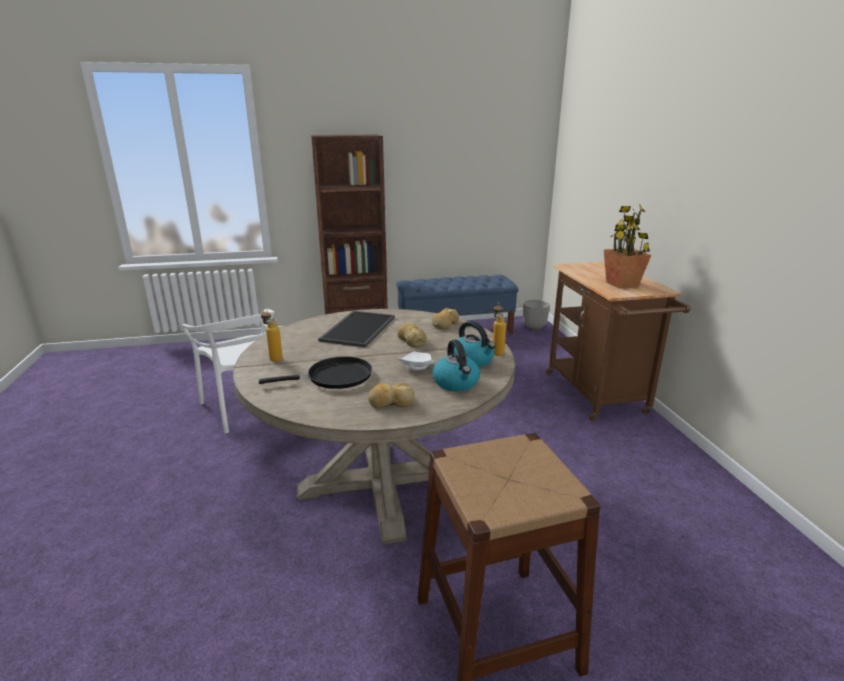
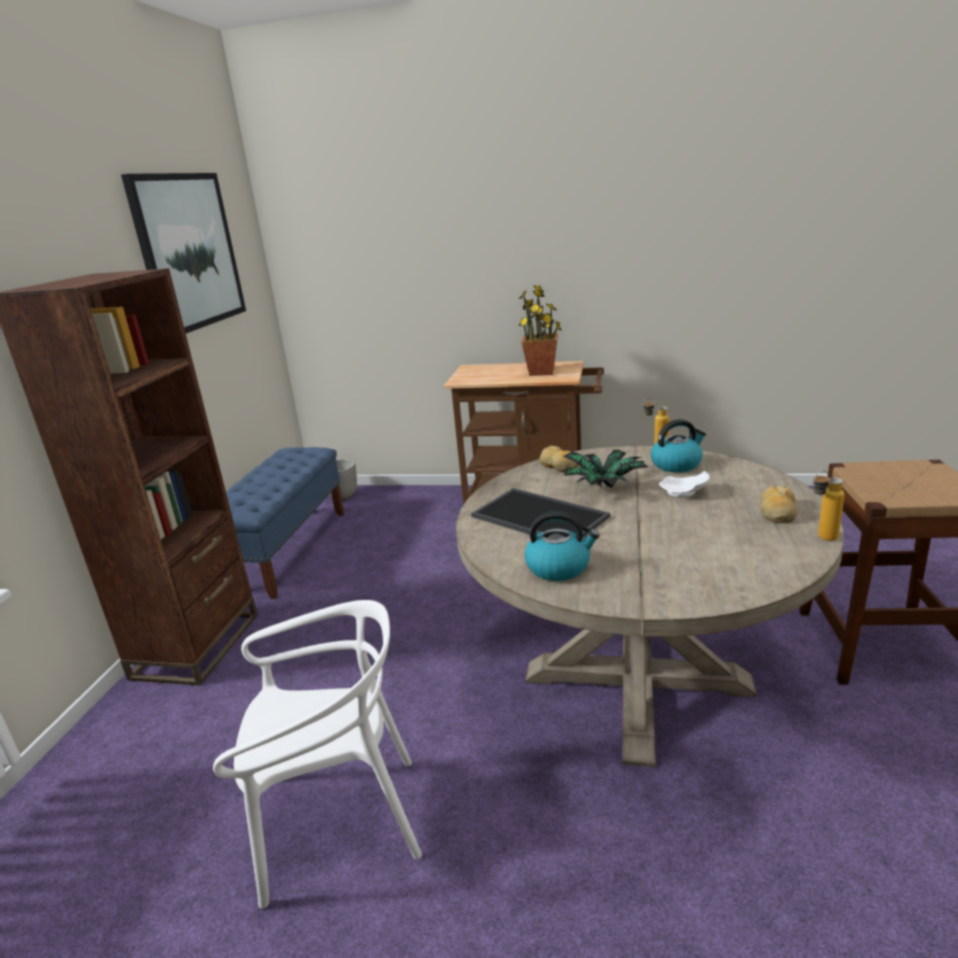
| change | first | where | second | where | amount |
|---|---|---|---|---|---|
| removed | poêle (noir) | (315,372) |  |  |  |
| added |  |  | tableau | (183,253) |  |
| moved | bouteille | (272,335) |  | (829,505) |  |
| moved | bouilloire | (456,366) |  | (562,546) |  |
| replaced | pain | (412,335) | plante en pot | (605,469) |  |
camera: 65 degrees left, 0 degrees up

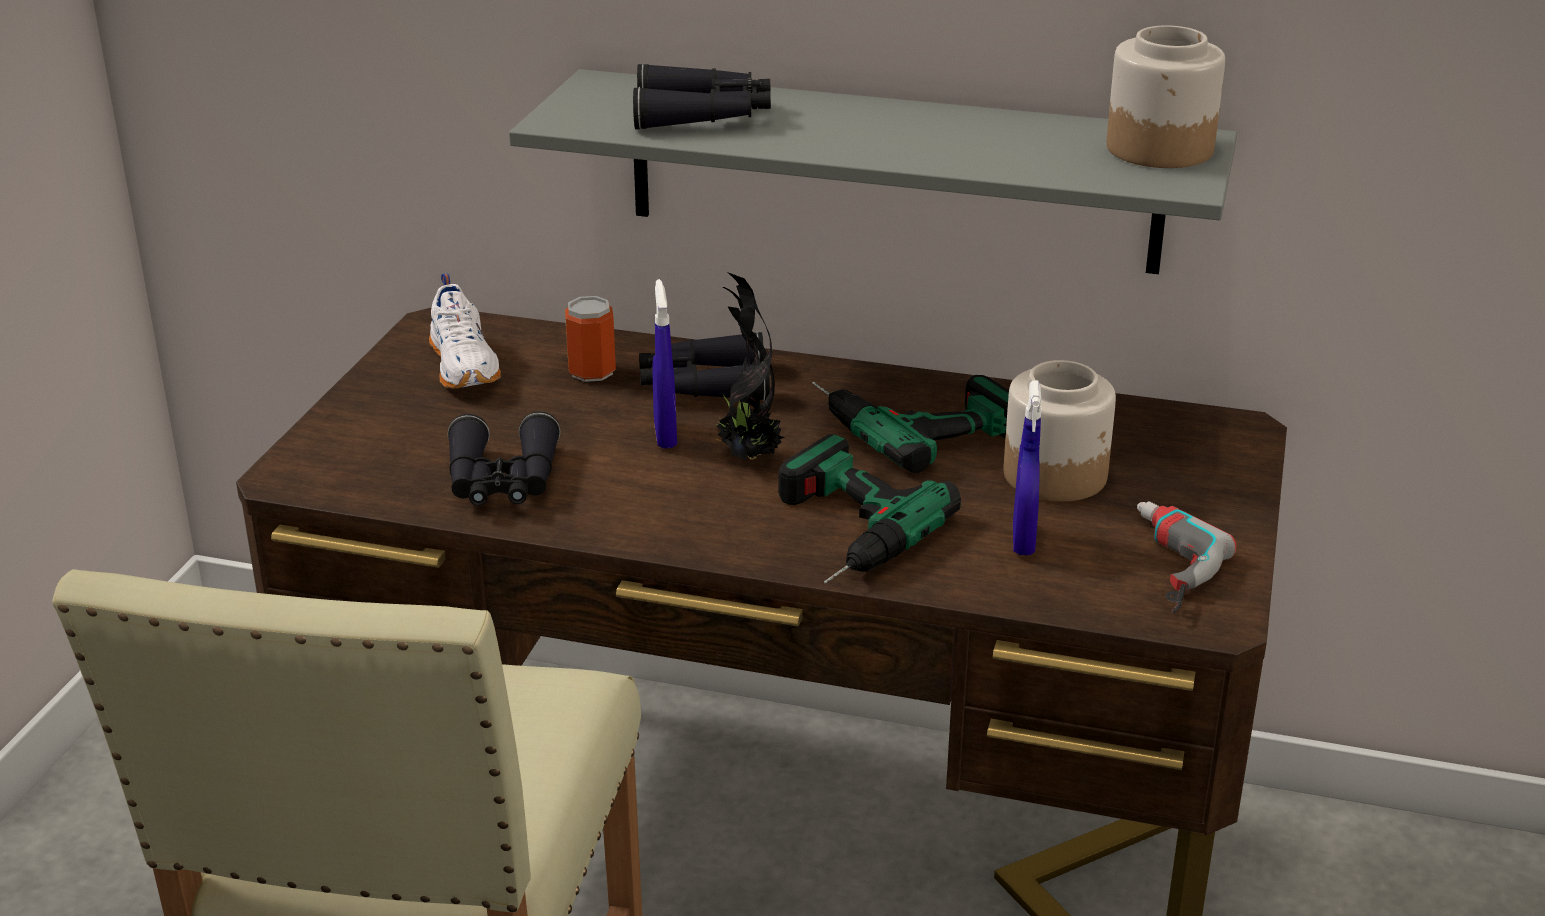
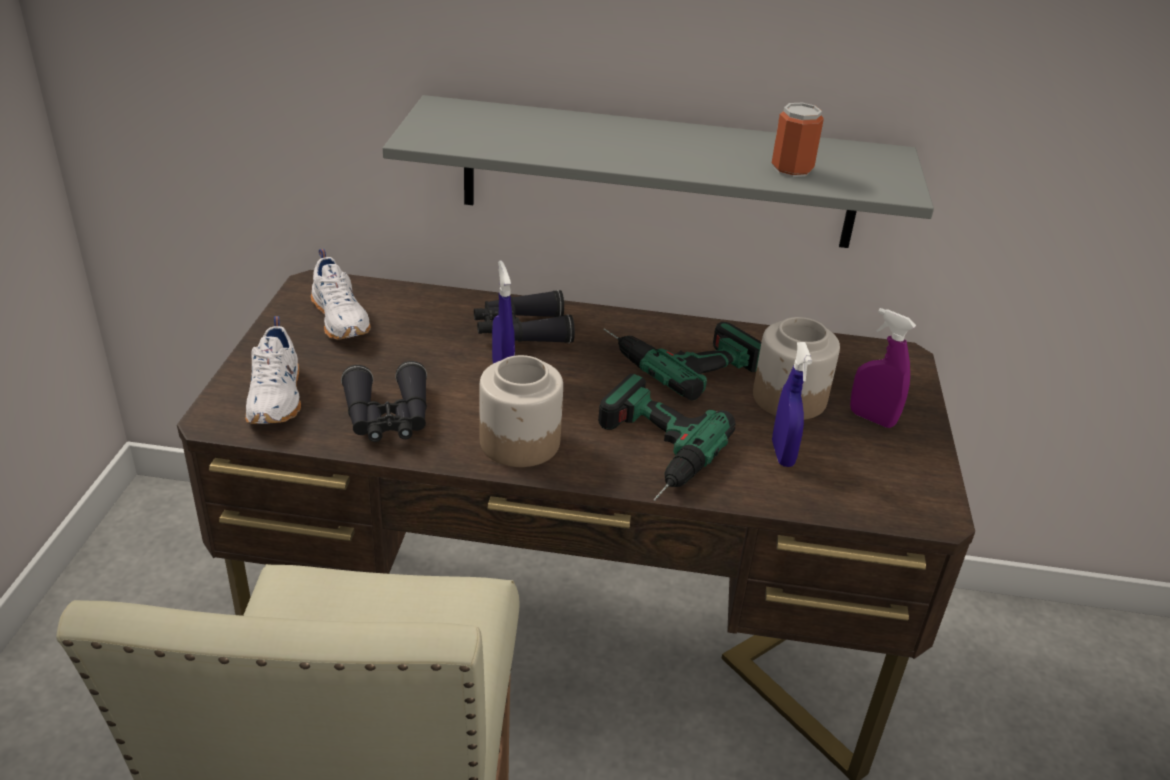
| change | first | where | second | where | amount |
|---|---|---|---|---|---|
| removed | jumelles (noir) | (702,96) |  |  |  |
| removed | plante en pot | (747,366) |  |  |  |
| removed | perceuse | (1186,557) |  |  |  |
| added |  |  | chaussure (blanc) | (273,370) |  |
| added |  |  | vaporisateur (violet) | (883,368) |  |
| moved | boîte métallique | (590,339) |  | (798,140) |  |
| moved | bocal | (1166,96) |  | (521,411) |  |
camera: 10 degrees left, 5 degrees up

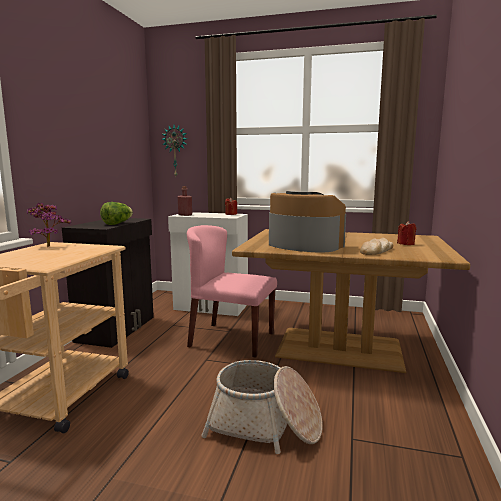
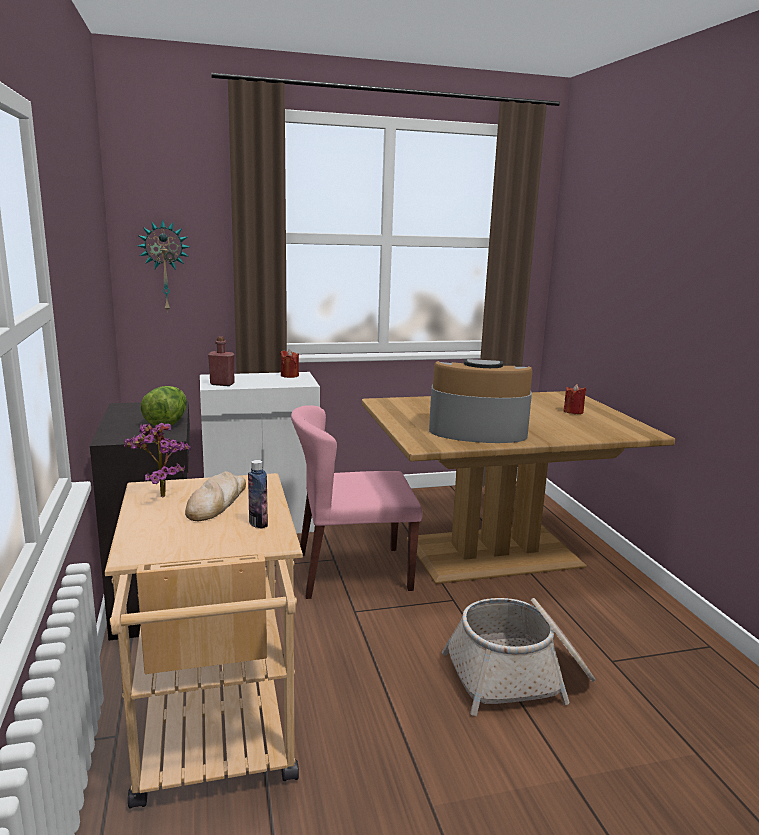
| change | first | where | second | where | amount |
|---|---|---|---|---|---|
| added |  |  | bouteille | (258,494) |  |
| moved | pain | (376,246) |  | (215,496) |  |
camera: 30 degrees left, 5 degrees up

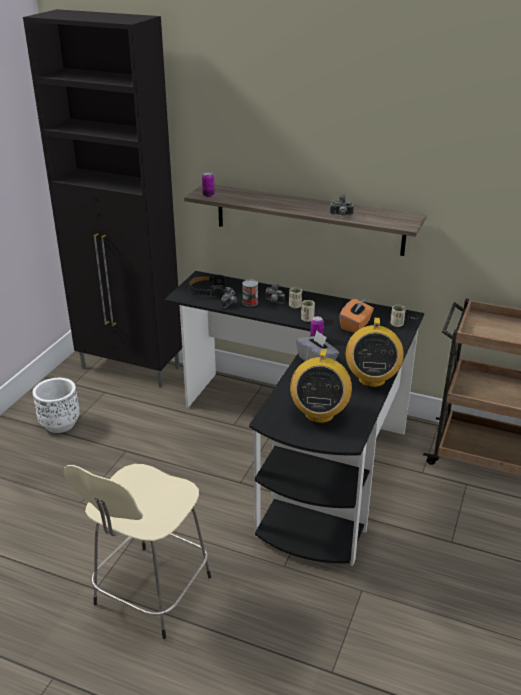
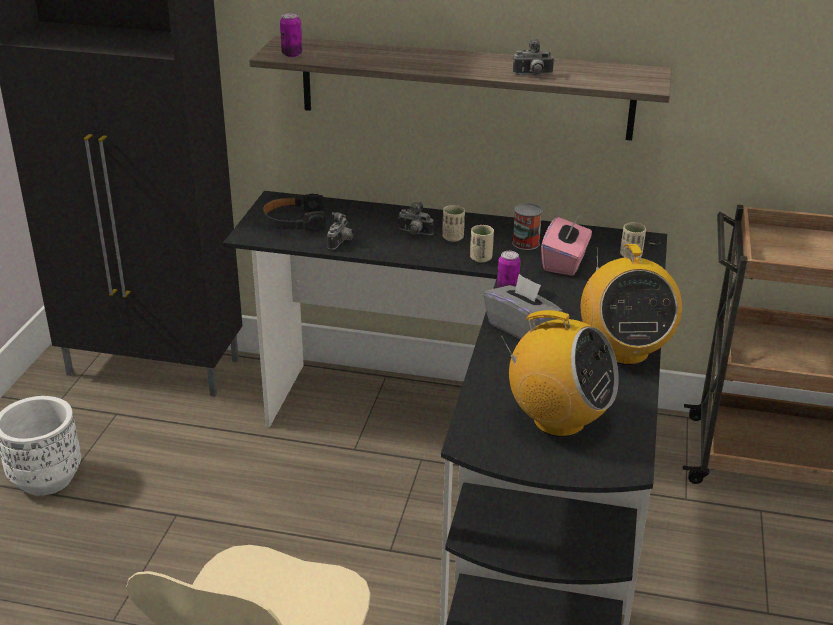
| change | first | where | second | where | amount |
|---|---|---|---|---|---|
| moved | boîte métallique | (250,293) |  | (527,226) |  |
| recoloured | boîte à mouchoirs (orange) | (356,316) | boîte à mouchoirs (rose) | (566,246) |  |
| turned | radio | (321,386) |  | (559,373) | 60 degrees counterclockwise |
camera: 10 degrees left, 0 degrees up

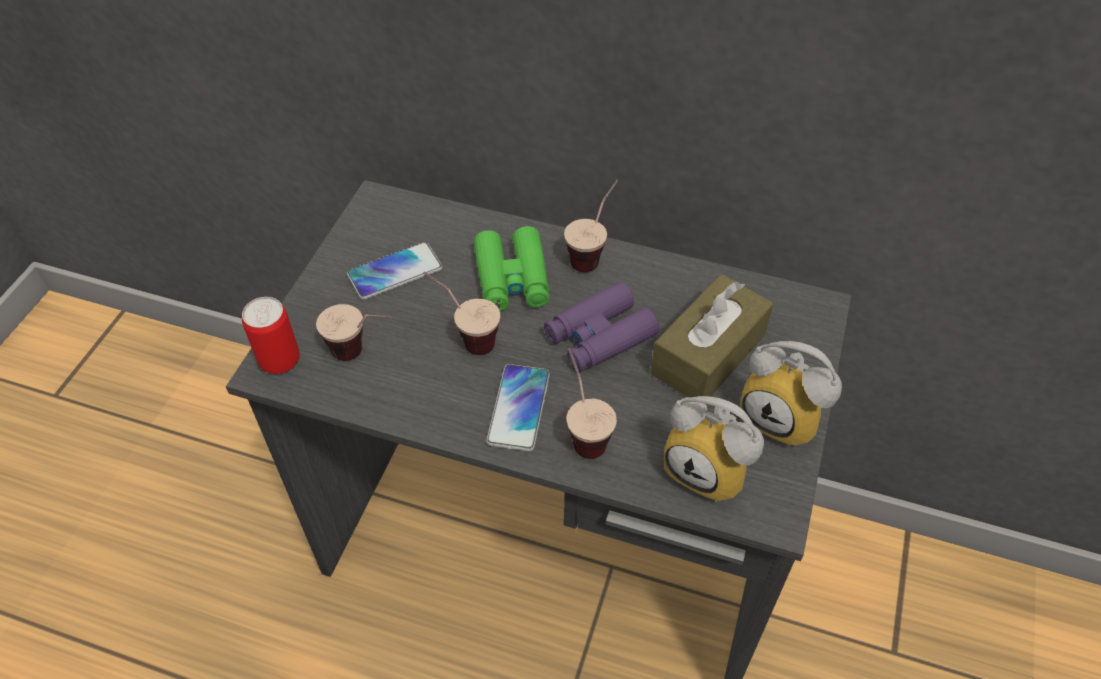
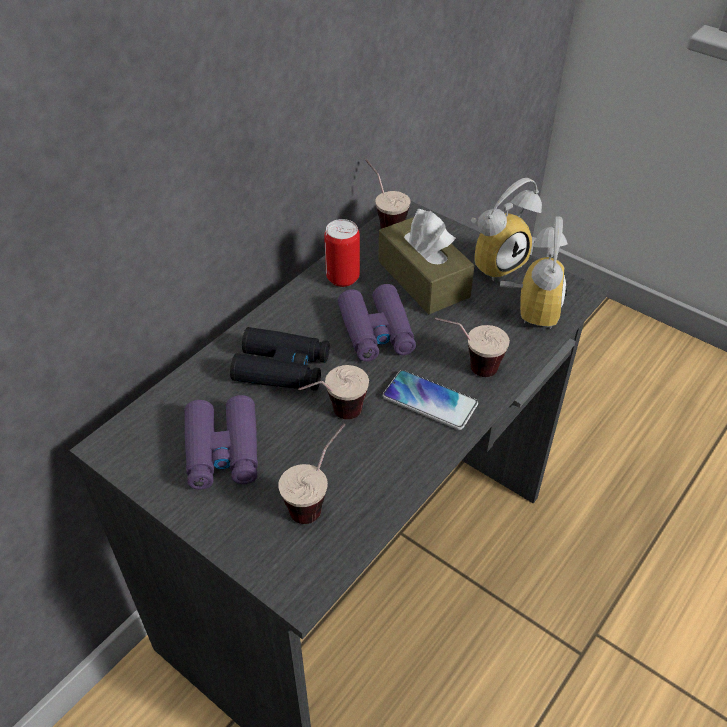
| change | first | where | second | where | amount |
|---|---|---|---|---|---|
| moved | boîte métallique | (271,335) |  | (342,253) |  |
| moved | tasse | (591,226) |  | (388,194) |  |
| replaced | téléphone | (395,271) | jumelles (violet) | (221,442) |  |
| recoloured | jumelles (vert) | (512,268) | jumelles (noir) | (280,359) |  |
| turned | réveil | (714,449) |  | (534,272) | 45 degrees counterclockwise |
camera: 70 degrees left, 5 degrees down

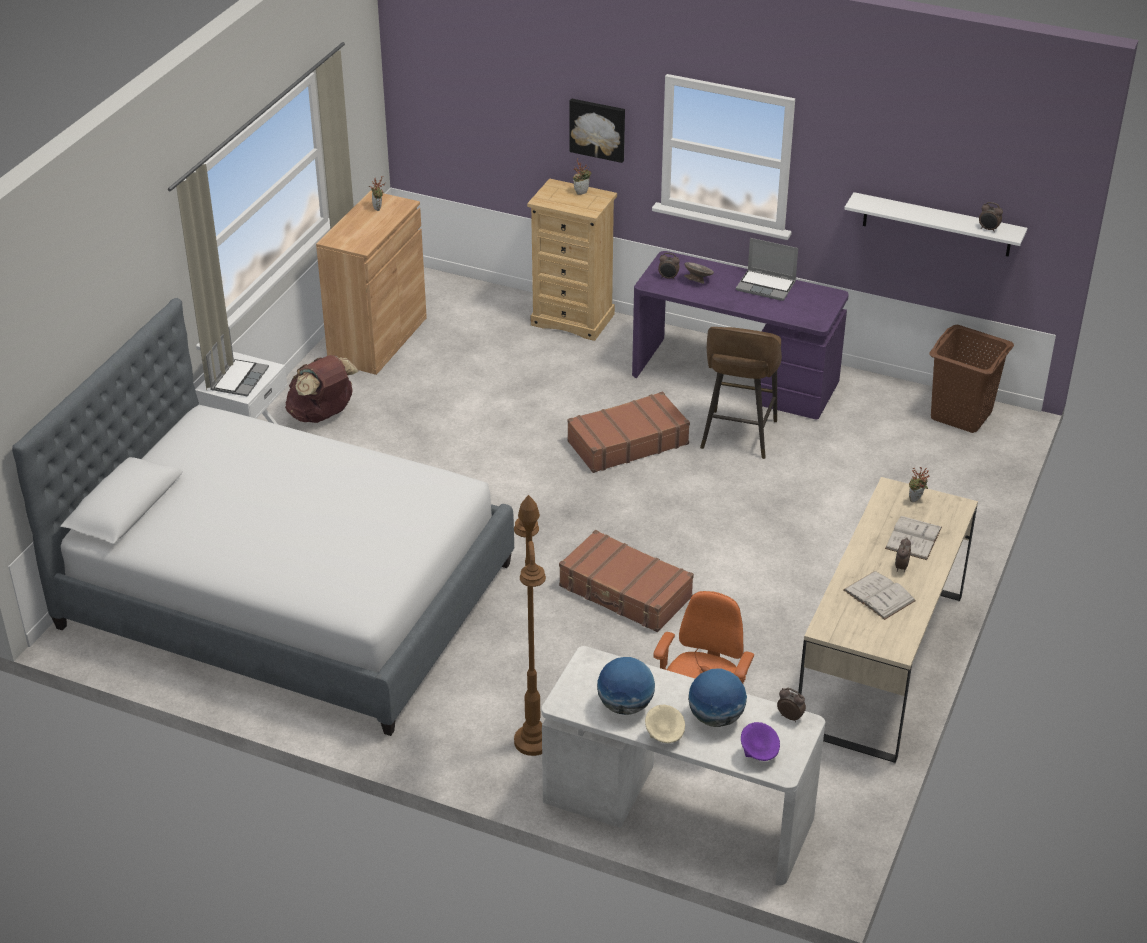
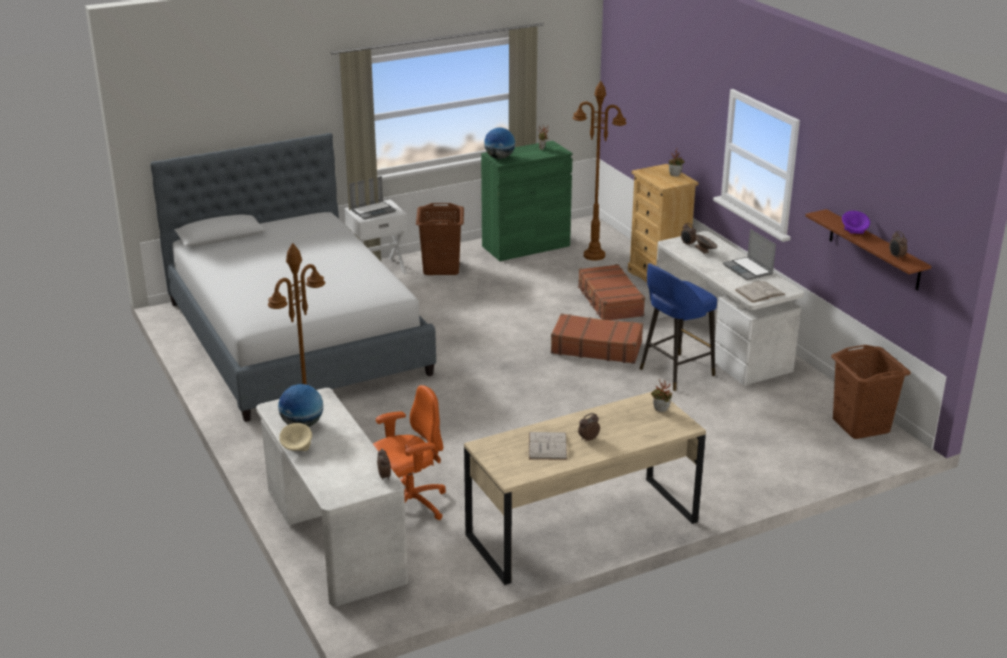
| change | first | where | second | where | amount |
|---|---|---|---|---|---|
| removed | tableau | (597,131) |  |  |  |
| added |  |  | lampadaire (marron) | (599,171) |  |
| moved | valise (marron) | (626,581) |  | (611,292) |  |
| moved | globe | (717,698) |  | (499,143) |  |
| moved | bol (violet) | (760,741) |  | (856,222) |  |
| moved | livre (blanc) | (913,538) |  | (760,292) |  |
| replaced | sac à dos (marron) | (321,389) | panier à linge (marron) | (440,239) |  |
| recoloured | meuble de rangement (marron) | (371,283) | meuble de rangement (vert) | (527,201) |  |
| recoloured | bureau (violet) | (740,335) | bureau (blanc) | (729,308) |  |
| recoloured | tabouret (marron) | (741,393) | tabouret (bleu) | (678,327) |  |
| recoloured | étagère (blanc) | (935,224) | étagère (marron) | (868,250) |  |
camera: 40 degrees right, 10 degrees down

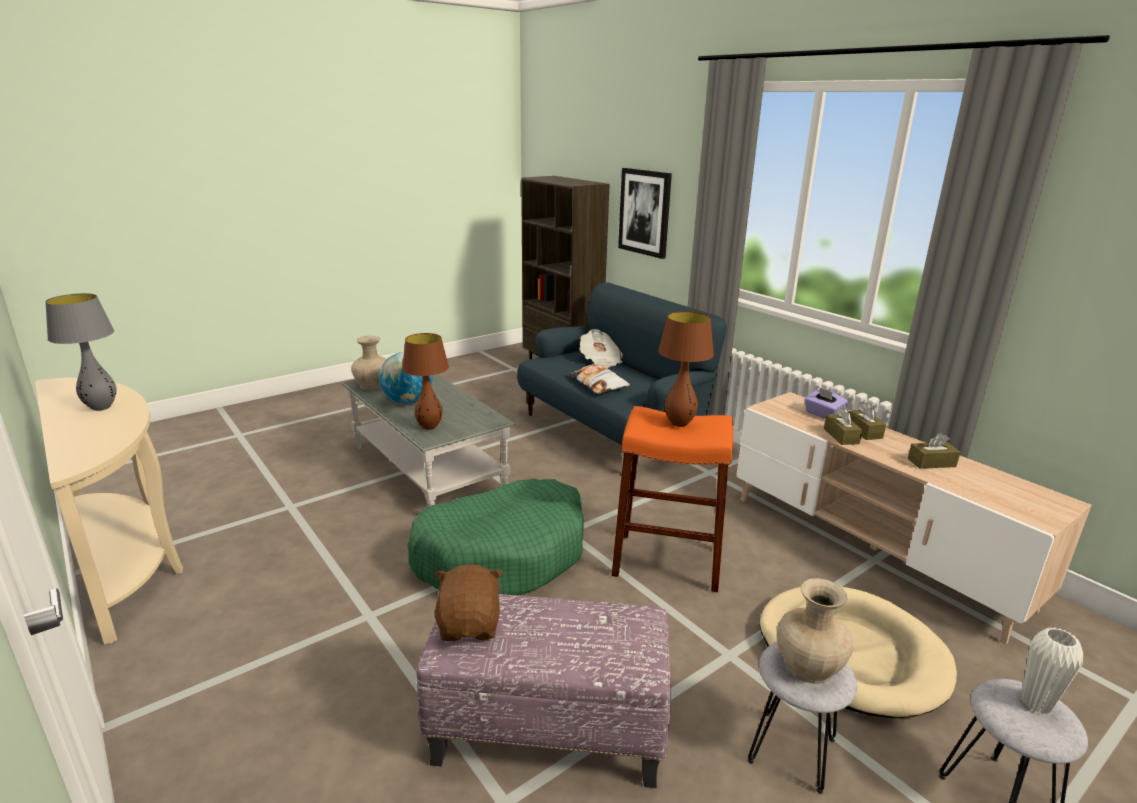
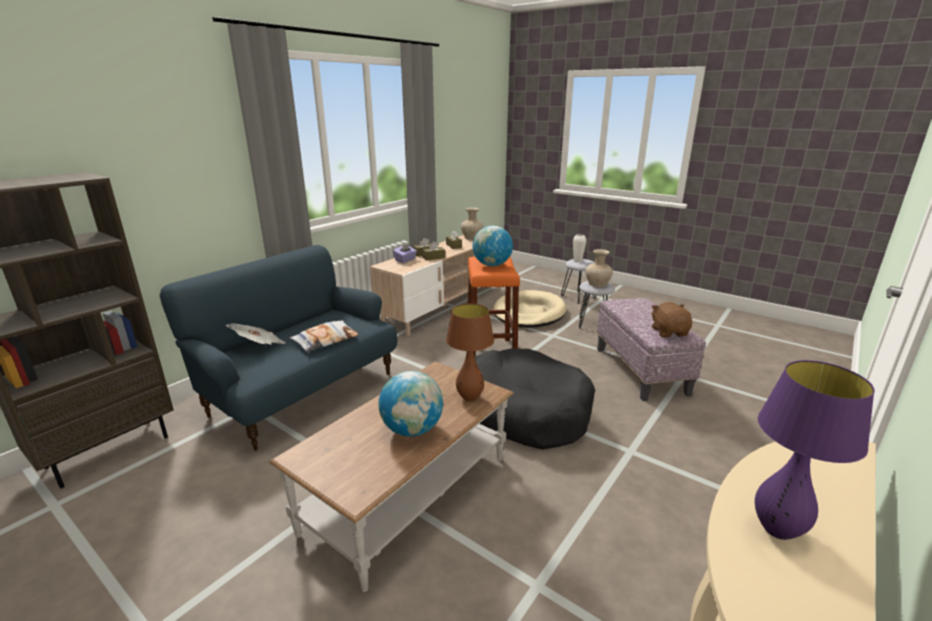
| change | first | where | second | where | amount |
|---|---|---|---|---|---|
| removed | tableau | (645,213) |  |  |  |
| moved | vase (beige) | (369,363) |  | (472,223) |  |
| replaced | lampe de table (marron) | (686,369) | globe | (493,246) |  |
| recoloured | lampe de table (gris) | (80,352) | lampe de table (violet) | (815,450) |  |
| recoloured | table basse (gris) | (428,440) | table basse (marron) | (391,477) |  |
| recoloured | panier pour chien (vert) | (495,537) | panier pour chien (noir) | (535,399) |  |
| turned | peluche (marron) | (469,602) |  | (671,319) | 105 degrees clockwise |
camera: 105 degrees left, 0 degrees up

